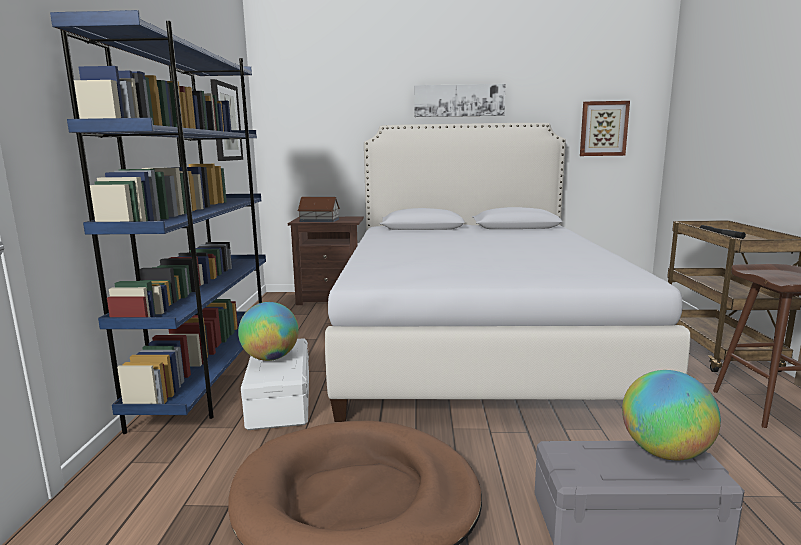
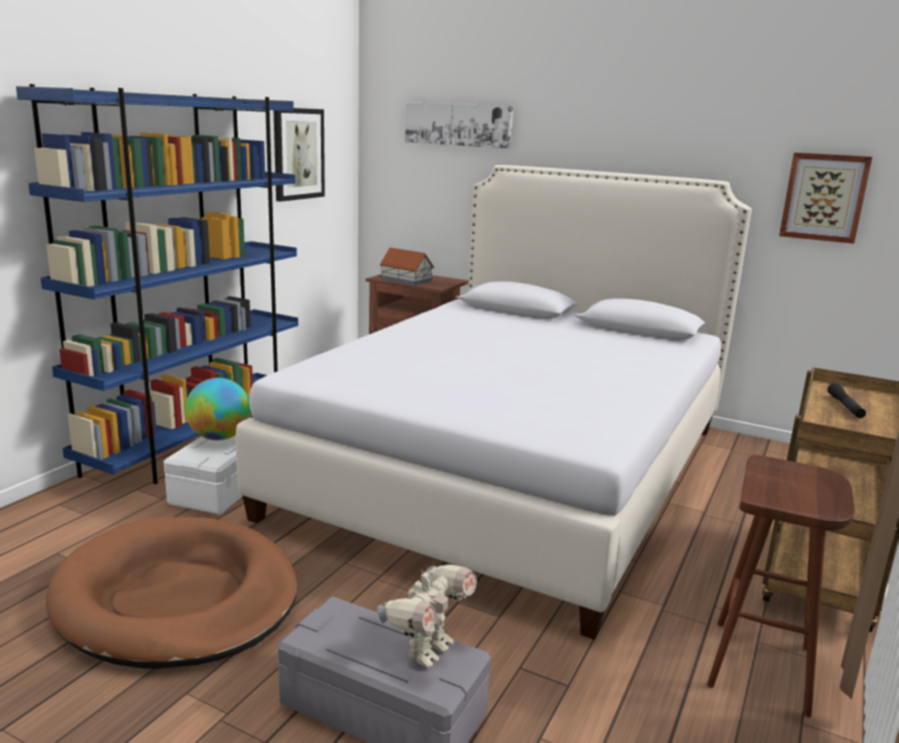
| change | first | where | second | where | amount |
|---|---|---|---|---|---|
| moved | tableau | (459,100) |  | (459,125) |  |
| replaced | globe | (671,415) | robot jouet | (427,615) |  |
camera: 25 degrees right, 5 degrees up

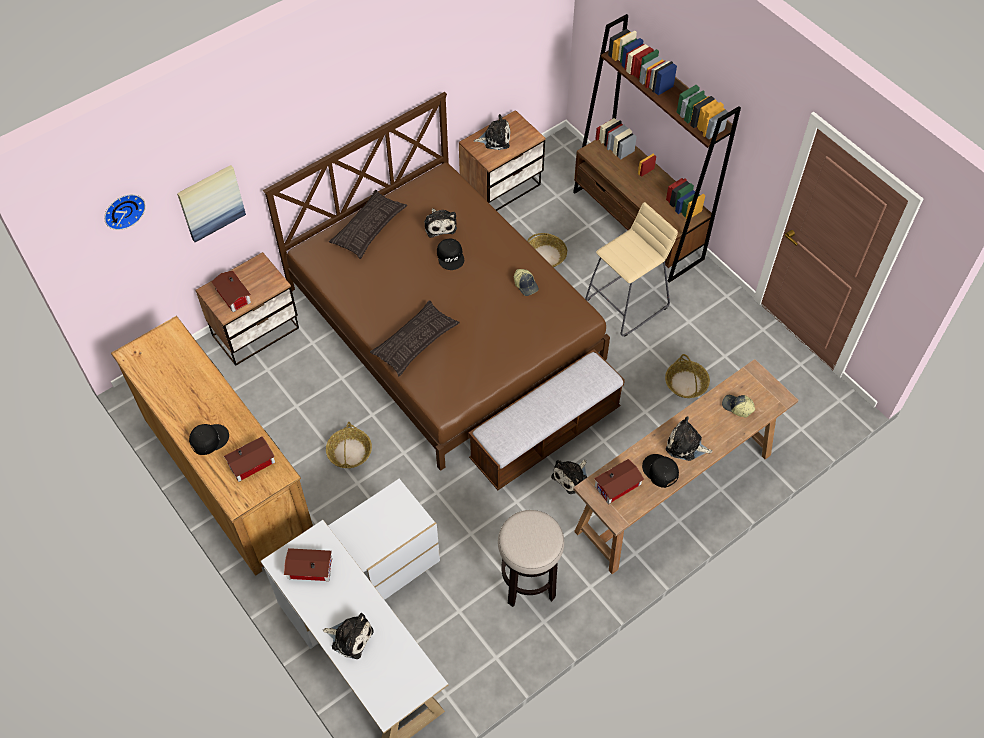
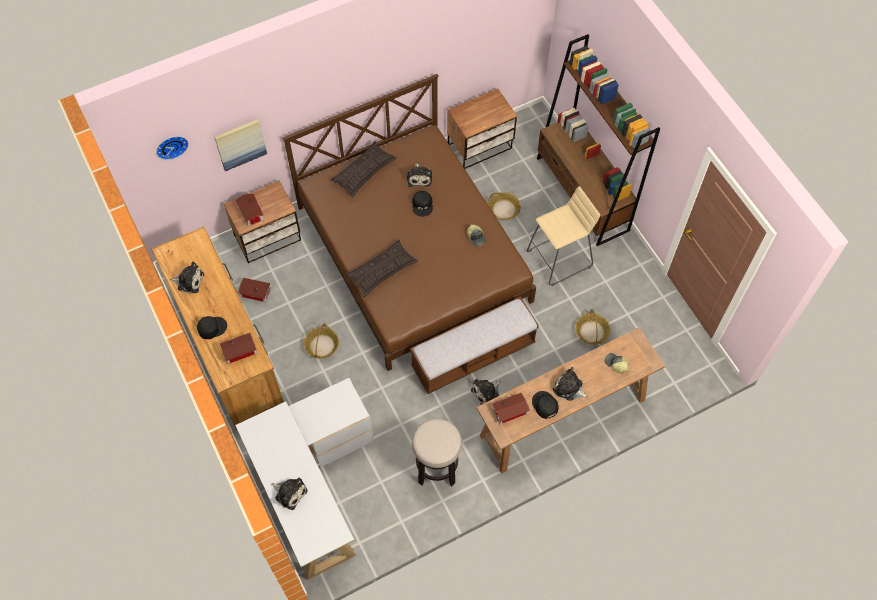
| change | first | where | second | where | amount |
|---|---|---|---|---|---|
| moved | maison miniature | (308,564) |  | (254,290) |  |
| moved | peluche | (492,132) |  | (186,278) |  |
camera: 10 degrees right, 5 degrees up

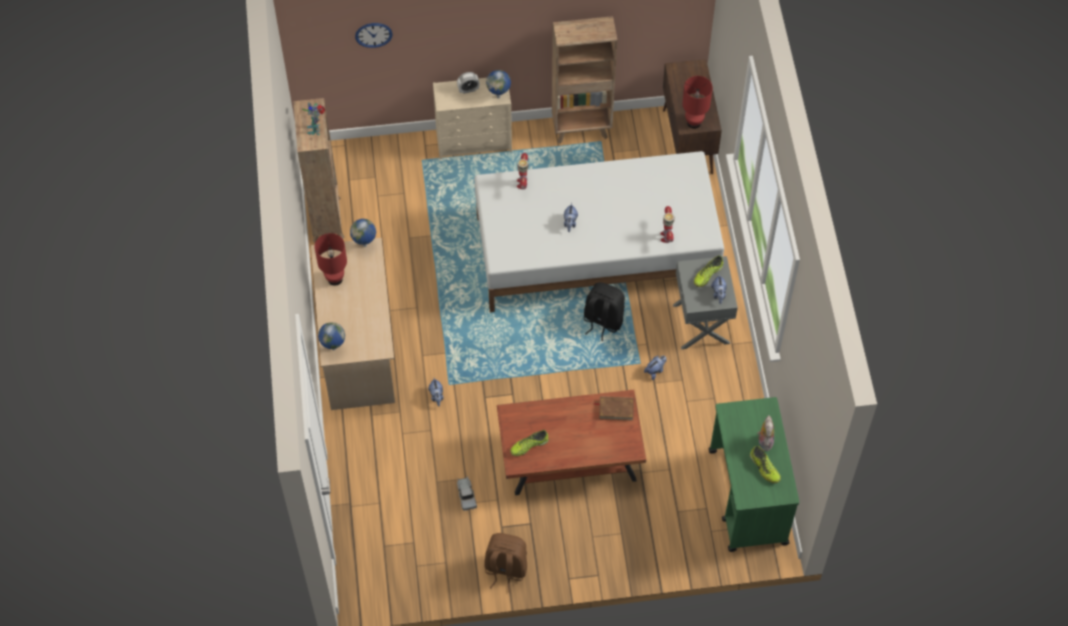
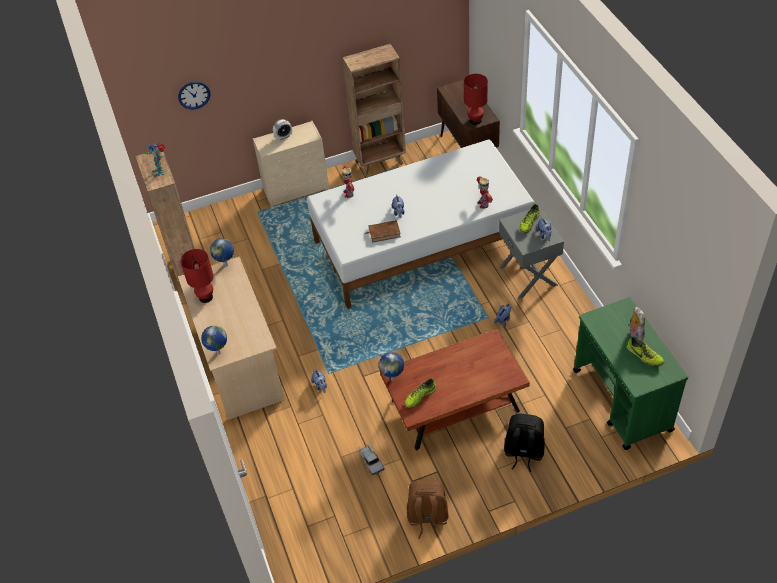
| change | first | where | second | where | amount |
|---|---|---|---|---|---|
| moved | globe | (498,84) |  | (391,366) |  |
| moved | sac à dos (noir) | (604,311) |  | (524,443) |  |
| moved | livre (marron) | (614,408) |  | (383,231) |  |
camera: 10 degrees left, 10 degrees down

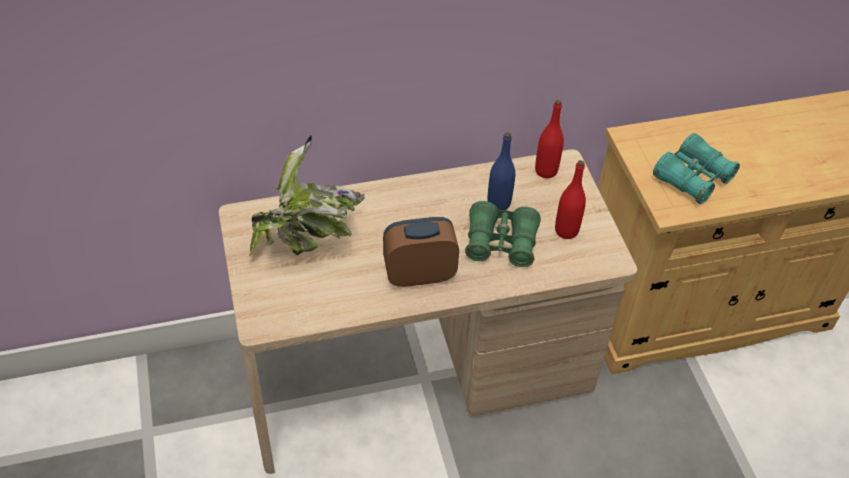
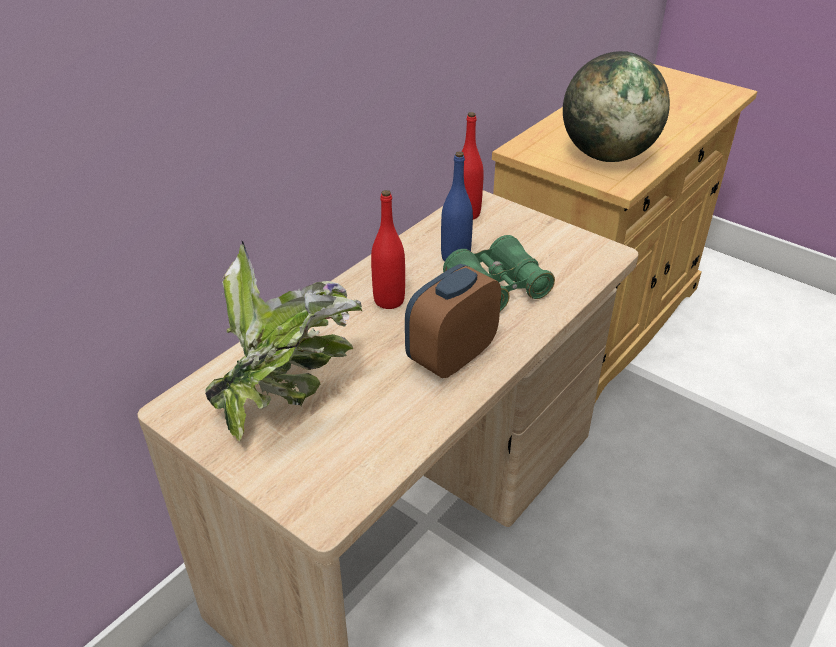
| change | first | where | second | where | amount |
|---|---|---|---|---|---|
| moved | bouteille (rouge) | (570,199) |  | (388,249) |  |
| replaced | jumelles (turquoise) | (696,168) | globe | (616,106) |  |
camera: 35 degrees left, 10 degrees down

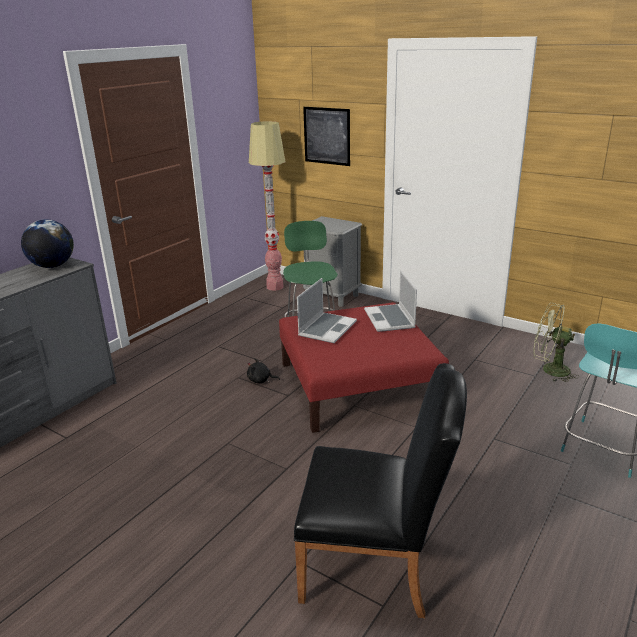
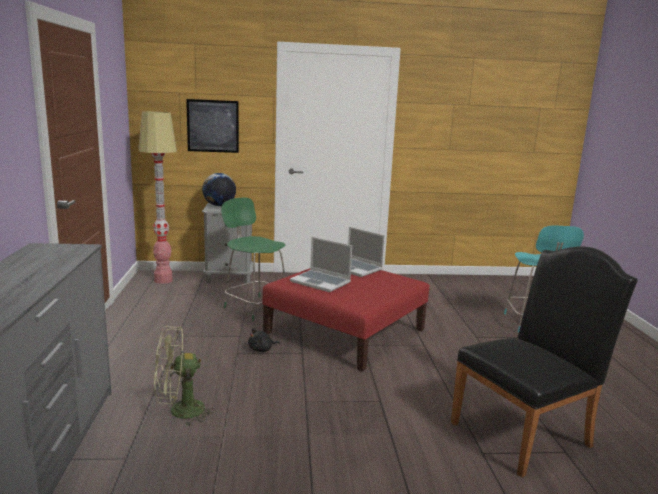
| change | first | where | second | where | amount |
|---|---|---|---|---|---|
| moved | globe | (47,243) |  | (219,189) |  |
| moved | ventilateur (vert) | (556,342) |  | (185,376) |  |
| turned | ordinateur portable | (327,310) |  | (321,264) | 135 degrees clockwise |
camera: 40 degrees left, 10 degrees down

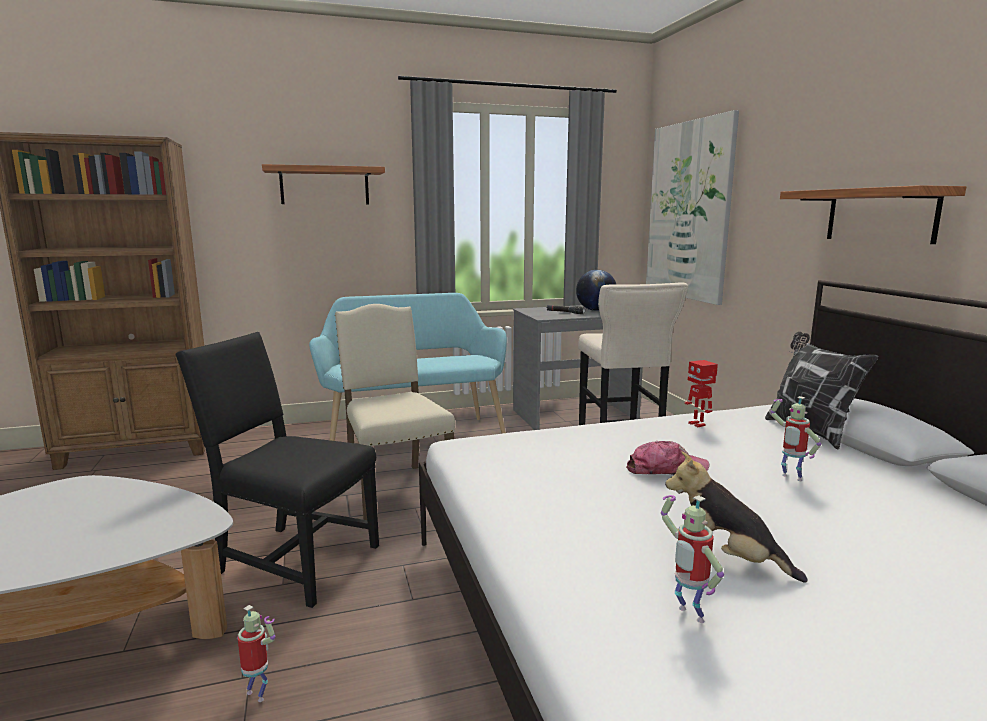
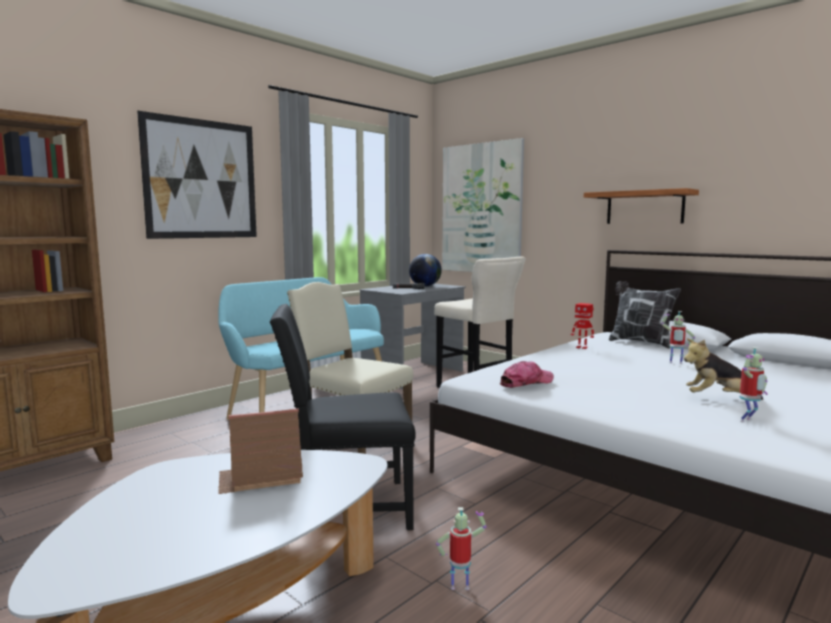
| change | first | where | second | where | amount |
|---|---|---|---|---|---|
| added |  |  | maison miniature | (260,451) |  |
| moved | casquette | (667,458) |  | (527,374) |  |
| replaced | étagère | (323,184) | tableau | (197,175) |  |
| turned | robot jouet | (692,559) |  | (753,385) | 60 degrees counterclockwise |
camera: 30 degrees left, 5 degrees down

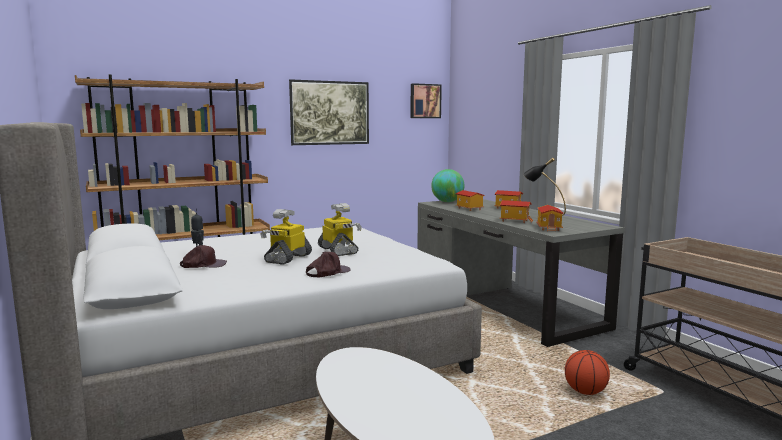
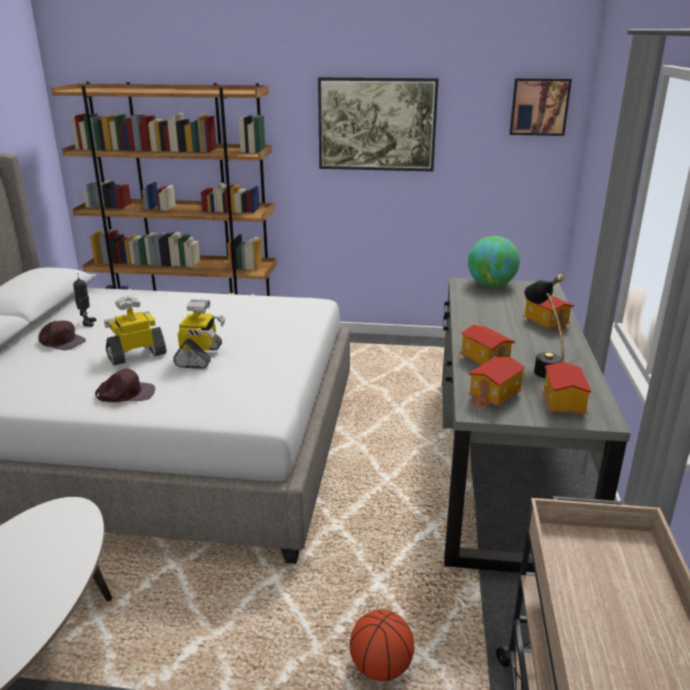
| change | first | where | second | where | amount |
|---|---|---|---|---|---|
| moved | maison miniature | (470,200) |  | (566,389) |  |
camera: 35 degrees right, 15 degrees up

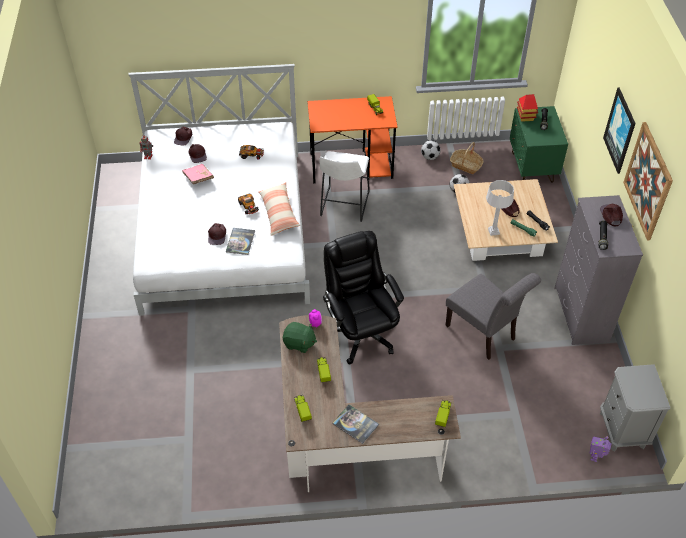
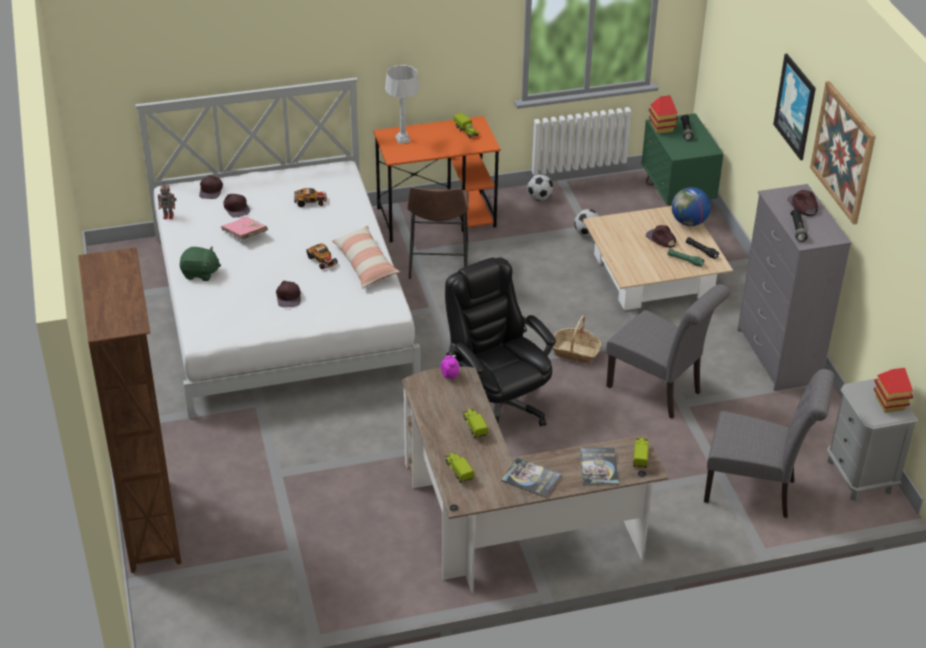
| change | first | where | second | where | amount |
|---|---|---|---|---|---|
| removed | robot jouet | (600,449) |  |  |  |
| added |  |  | bibliothèque (marron) | (130,410) |  |
| added |  |  | globe | (691,206) |  |
| added |  |  | chaise (gris) | (769,443) |  |
| added |  |  | maison miniature | (893,390) |  |
| moved | livre | (240,241) |  | (599,466) |  |
| moved | peluche (vert) | (300,337) |  | (200,263) |  |
| moved | panier | (467,158) |  | (576,339) |  |
| moved | lampe de table (gris) | (500,208) |  | (402,104) |  |
| recoloured | tabouret (blanc) | (344,186) | tabouret (marron) | (438,233) |  |
camera: 10 degrees left, 10 degrees down

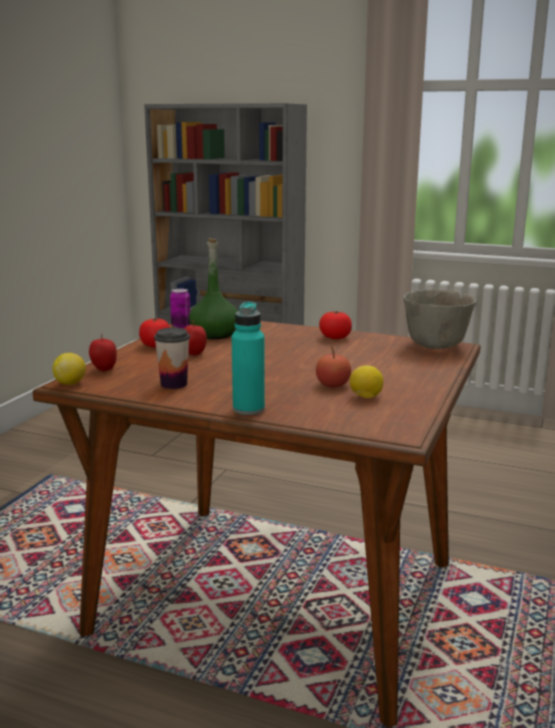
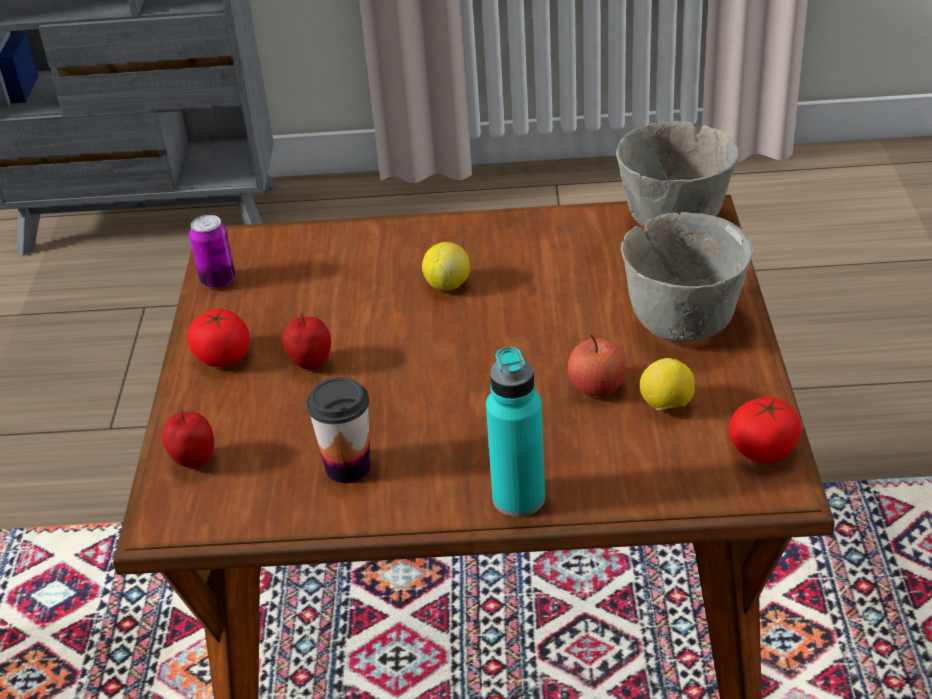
| change | first | where | second | where | amount |
|---|---|---|---|---|---|
| removed | bouteille (vert) | (213,288) |  |  |  |
| added |  |  | bol (gris) | (687,277) |  |
| moved | citron | (69,369) |  | (446,266) |  |
| moved | tomate | (335,325) |  | (765,430) |  |
camera: 20 degrees left, 20 degrees up

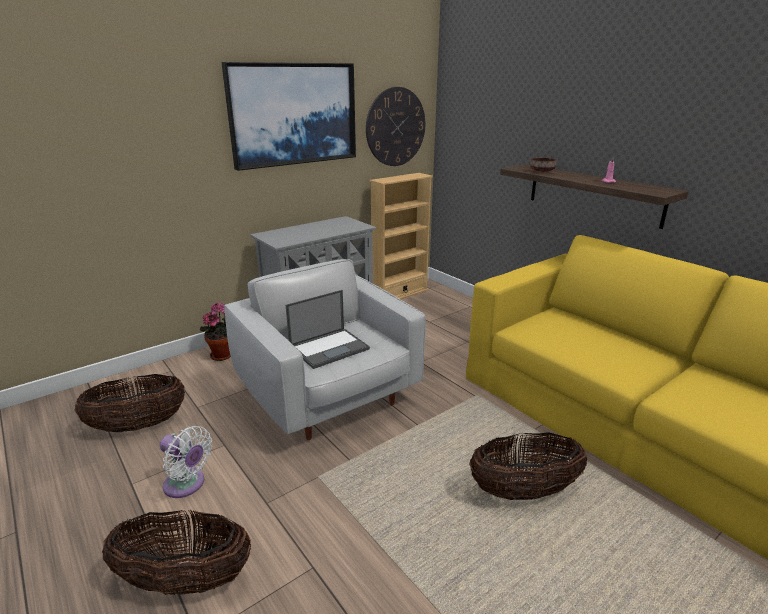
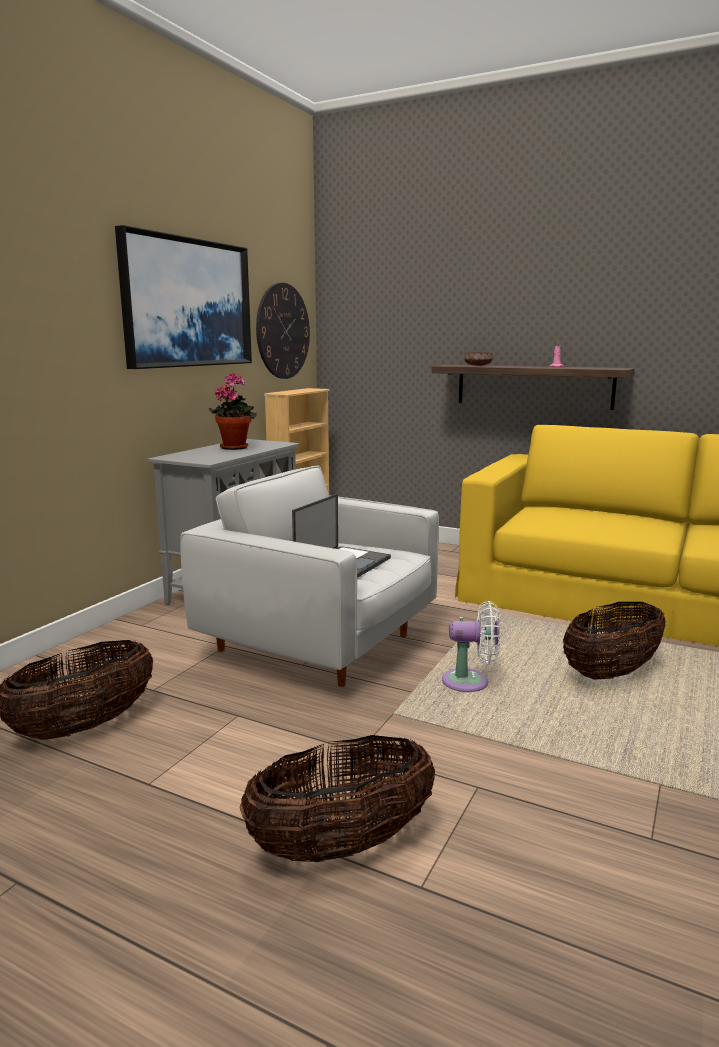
| change | first | where | second | where | amount |
|---|---|---|---|---|---|
| moved | ventilateur (blanc) | (186,462) |  | (471,646) |  |
| moved | plante en pot | (215,331) |  | (233,411) |  |
camera: 25 degrees left, 10 degrees down

